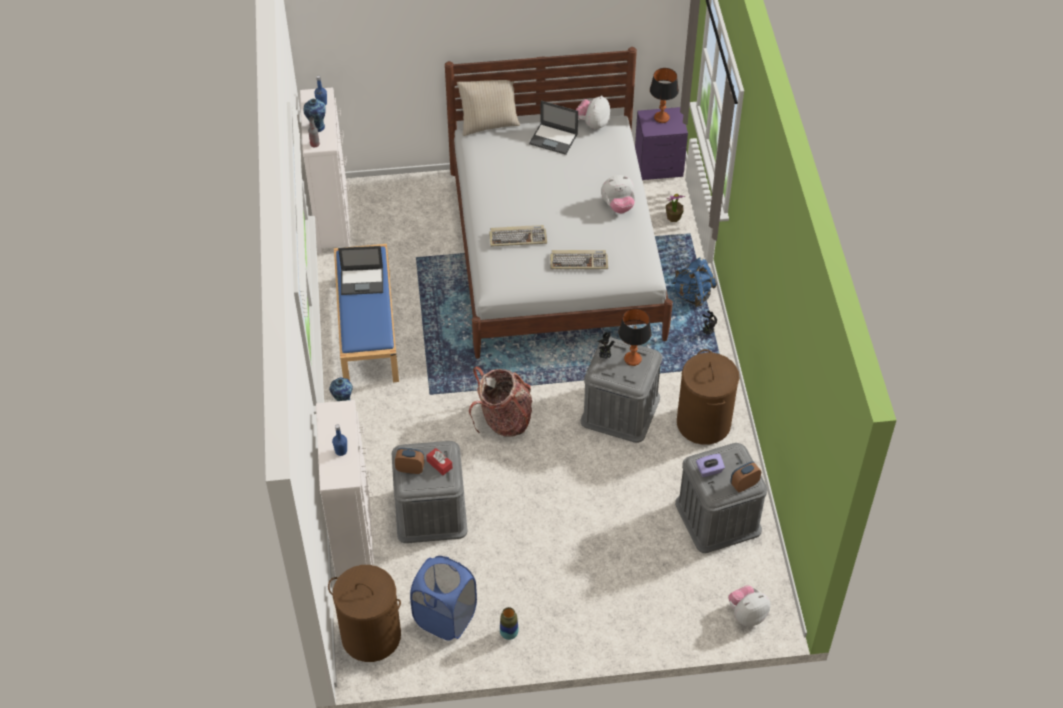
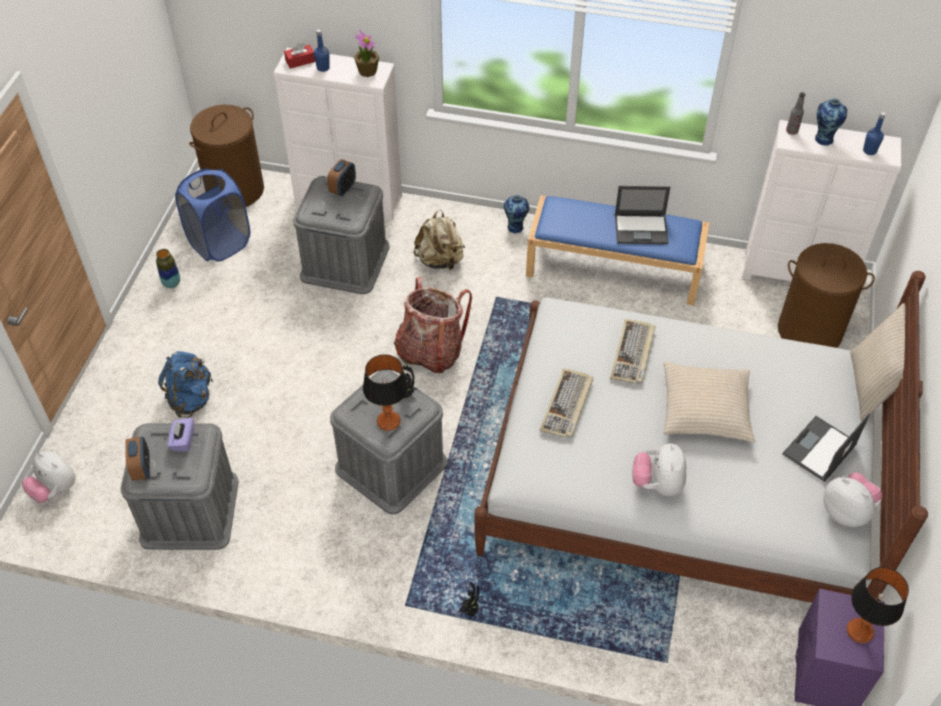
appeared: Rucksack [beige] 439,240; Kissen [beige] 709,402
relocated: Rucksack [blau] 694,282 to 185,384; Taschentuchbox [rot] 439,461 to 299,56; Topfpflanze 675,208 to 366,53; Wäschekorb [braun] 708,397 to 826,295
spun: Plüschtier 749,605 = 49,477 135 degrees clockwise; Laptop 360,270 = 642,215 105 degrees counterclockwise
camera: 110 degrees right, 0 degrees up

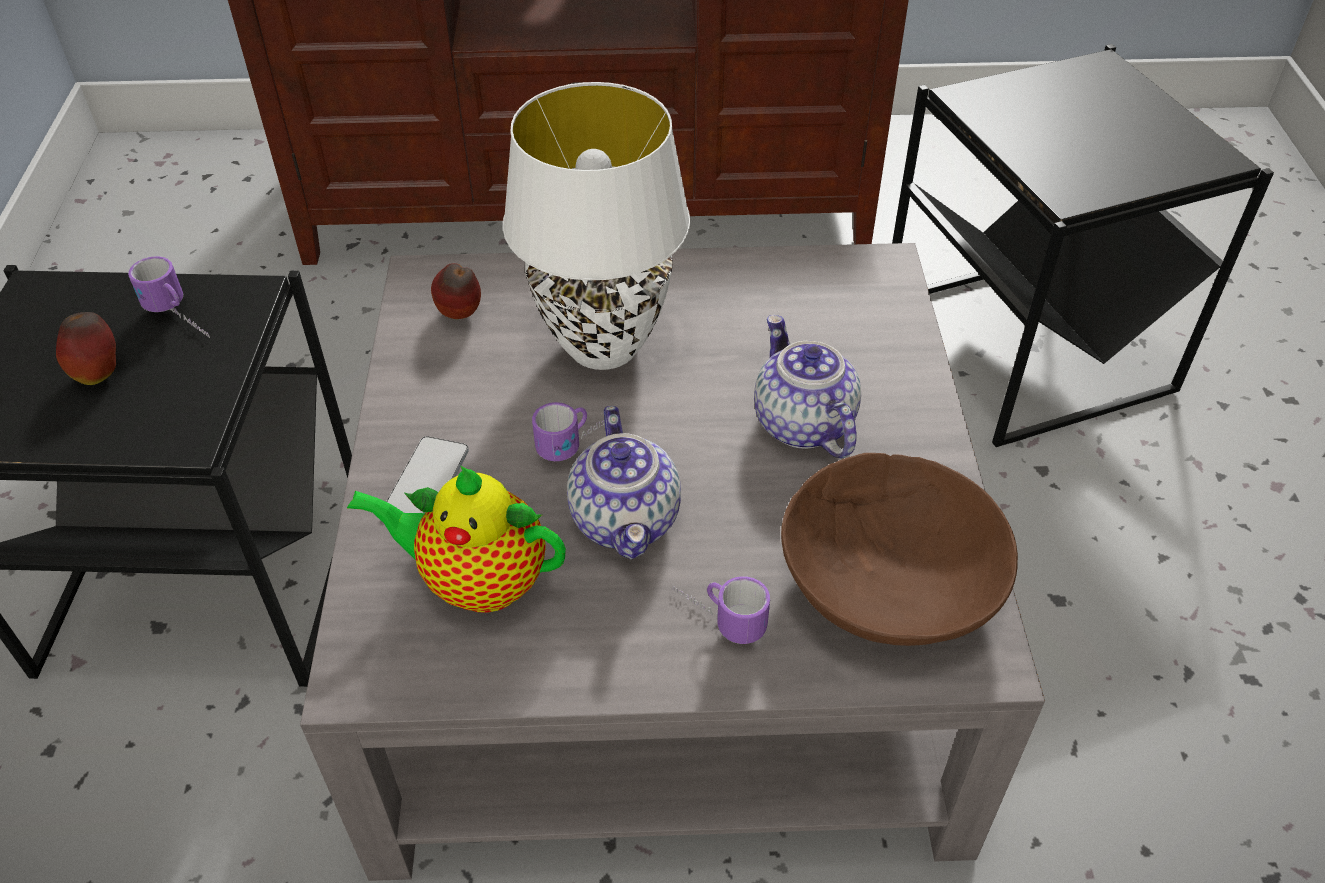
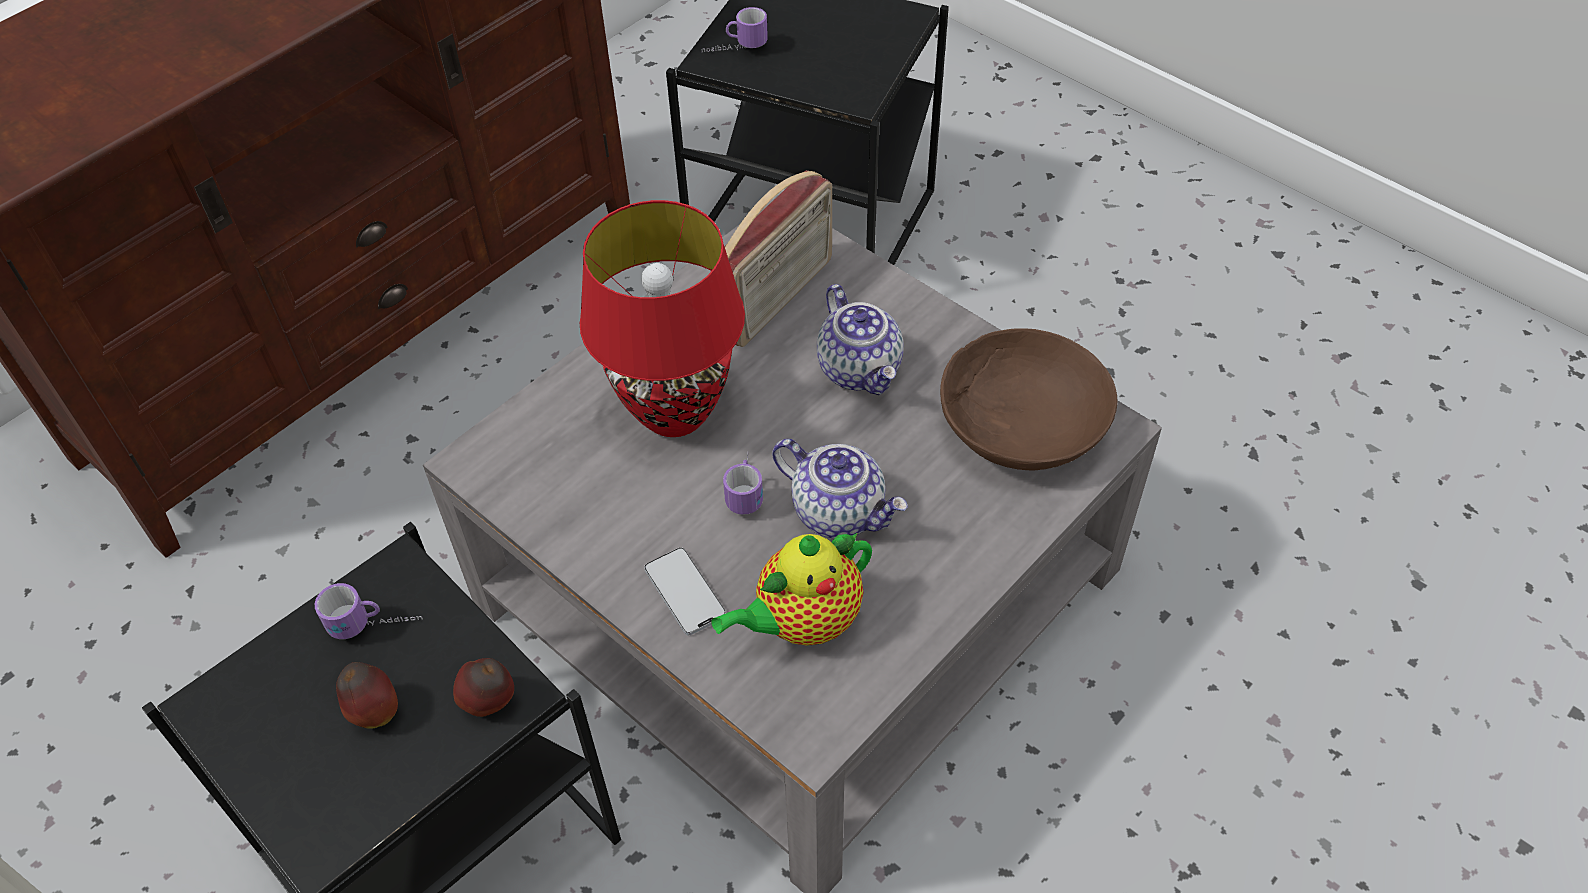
appeared: Radio 778,258
relocated: Apfel 456,291 to 483,687; Henkelbecher 721,610 to 735,29
colour: Tischlampe [weiß] 596,226 to Tischlampe [rot] 662,318
spun: Teekanne 807,386 = 860,339 135 degrees counterclockwise
camera: 45 degrees left, 5 degrees up

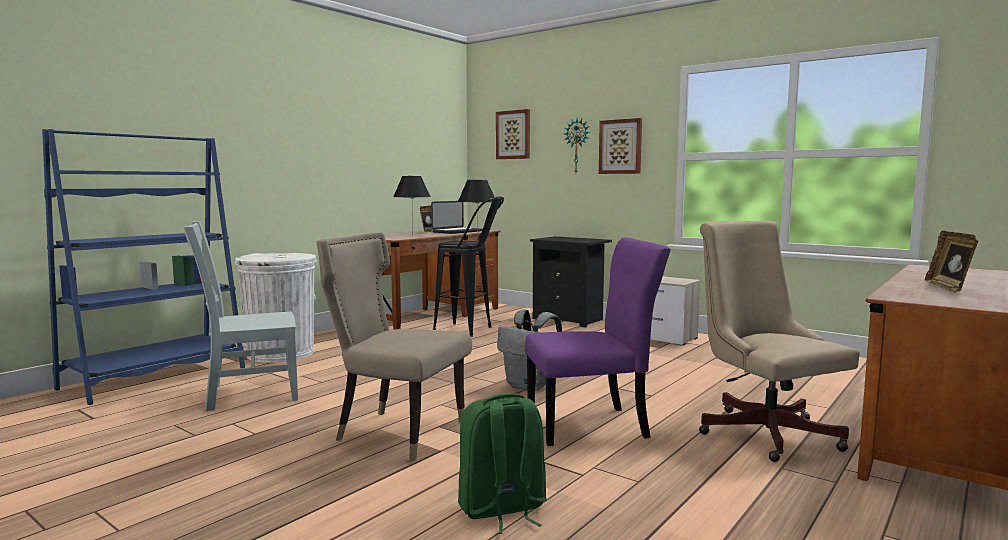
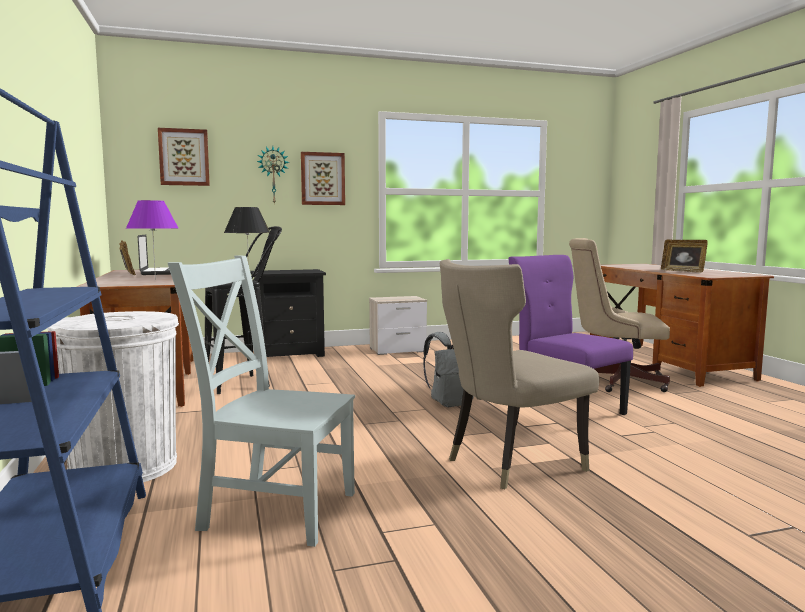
missing: Rucksack [grün] 502,463
colour: Tischlampe [schwarz] 412,205 to Tischlampe [lila] 152,240
spun: Stuhl [grau] 241,316 = 261,401 90 degrees clockwise; Stuhl [lila] 598,341 = 570,335 60 degrees counterclockwise
camera: 55 degrees left, 0 degrees up

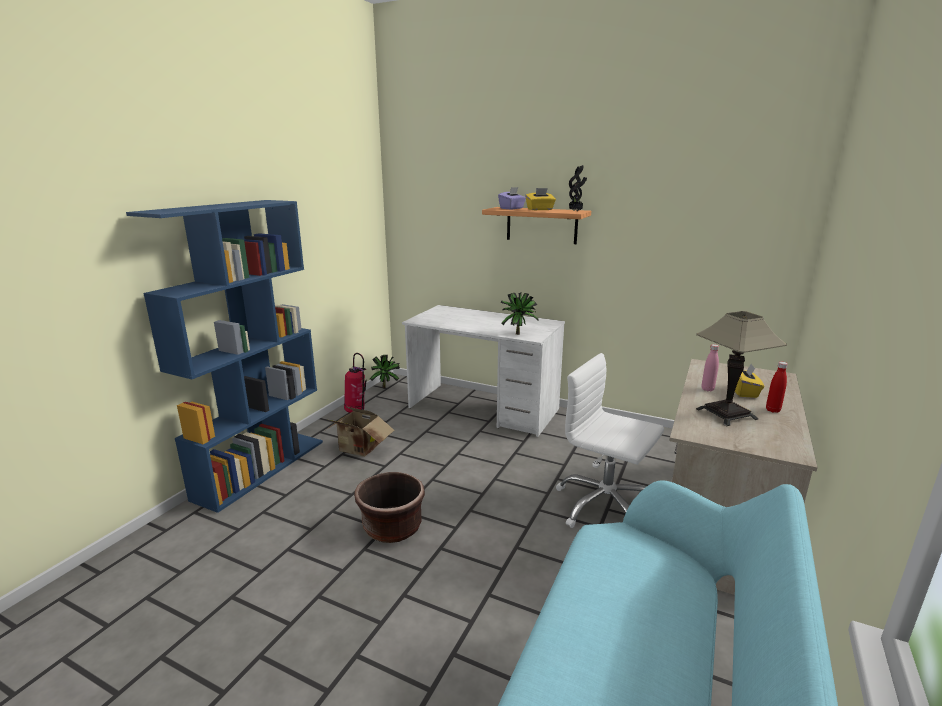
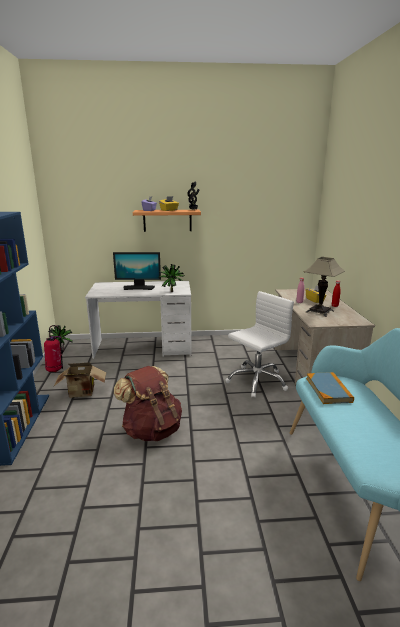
appeared: Monitor 137,271; Buch 330,388
exchanged: Pflanzkübel [braun] 389,507 to Rucksack [braun] 148,403
spun: Bürostuhl [weiß] 610,440 = 259,344 135 degrees clockwise
camera: 30 degrees left, 0 degrees up

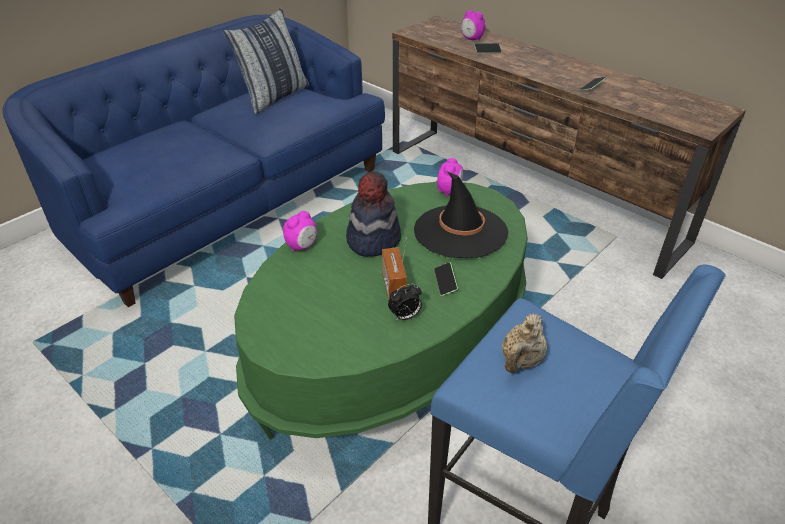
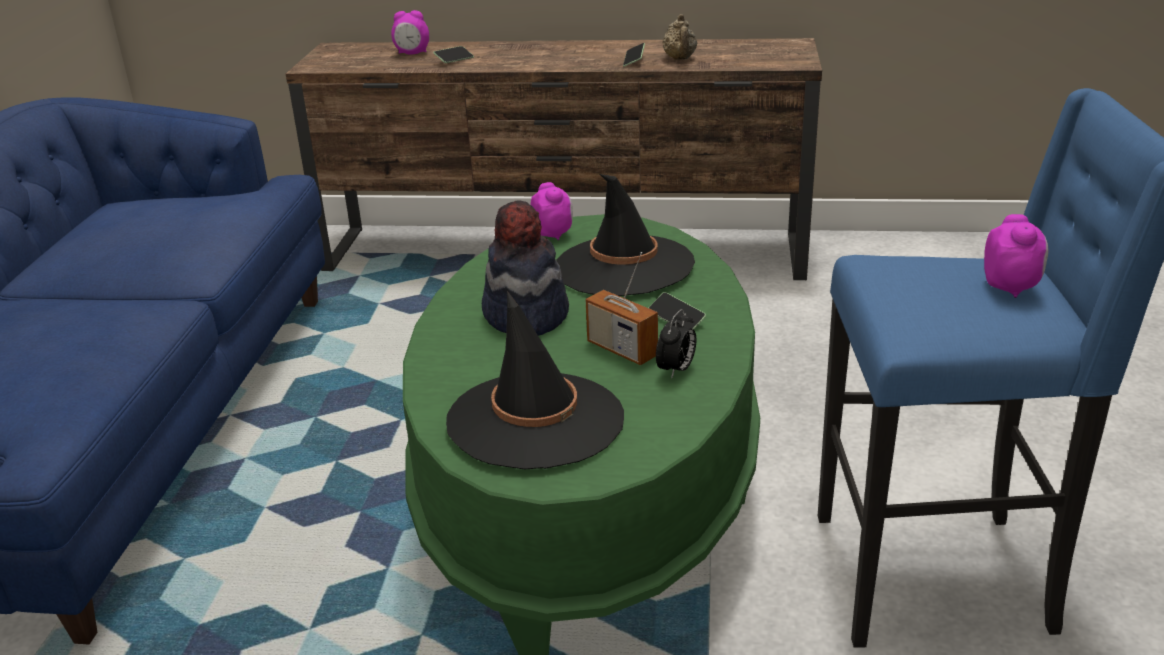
missing: Kissen 266,61
appeared: Hut [schwarz] 535,380
relocated: Teekanne [beige] 524,343 to 679,37; Wecker 300,231 to 1016,256
camera: 35 degrees left, 10 degrees down

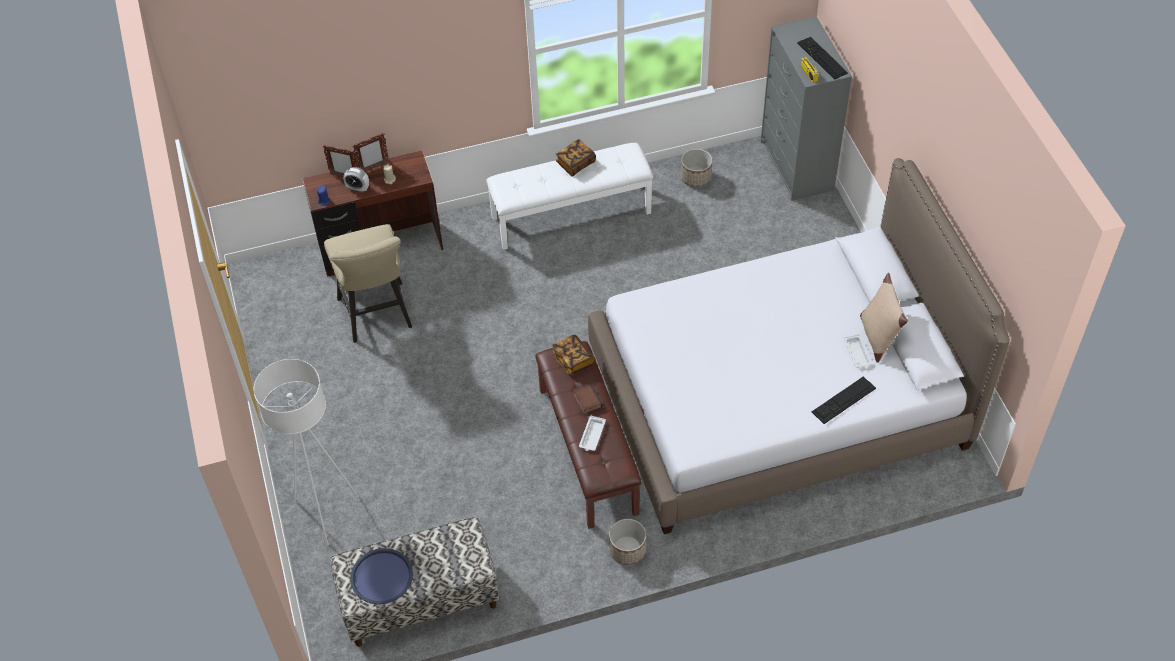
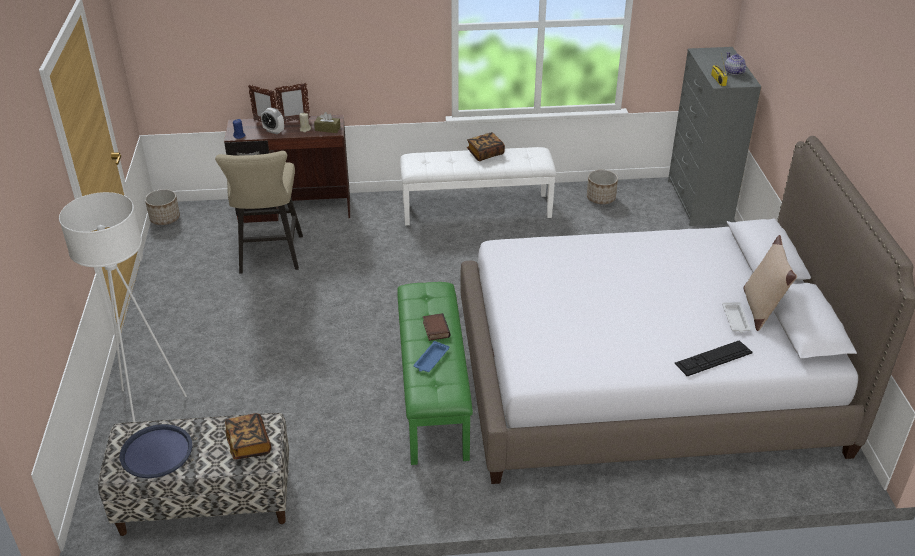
appeared: Taschentuchbox [braun] 327,122
relocated: Pflanzkübel 627,542 to 162,207; Buch 573,355 to 248,436
exchanged: Tastatur 822,58 to Teekanne 735,63
colour: Bank [braun] 588,435 to Bank [grün] 435,373; Tablett [weiß] 592,433 to Tablett [blau] 431,356
camera: 10 degrees right, 15 degrees down

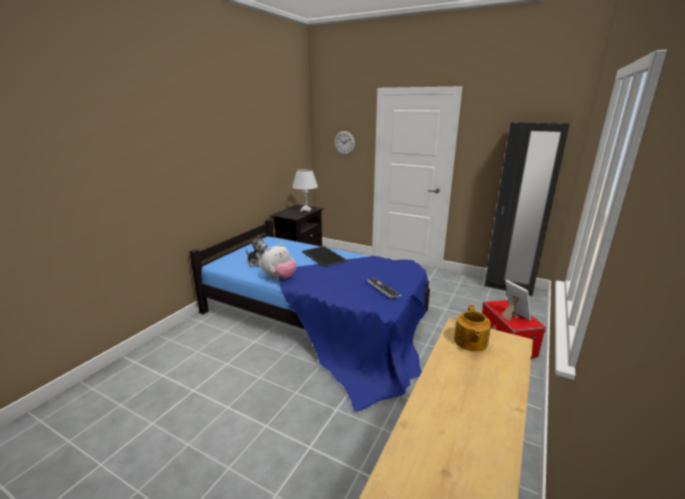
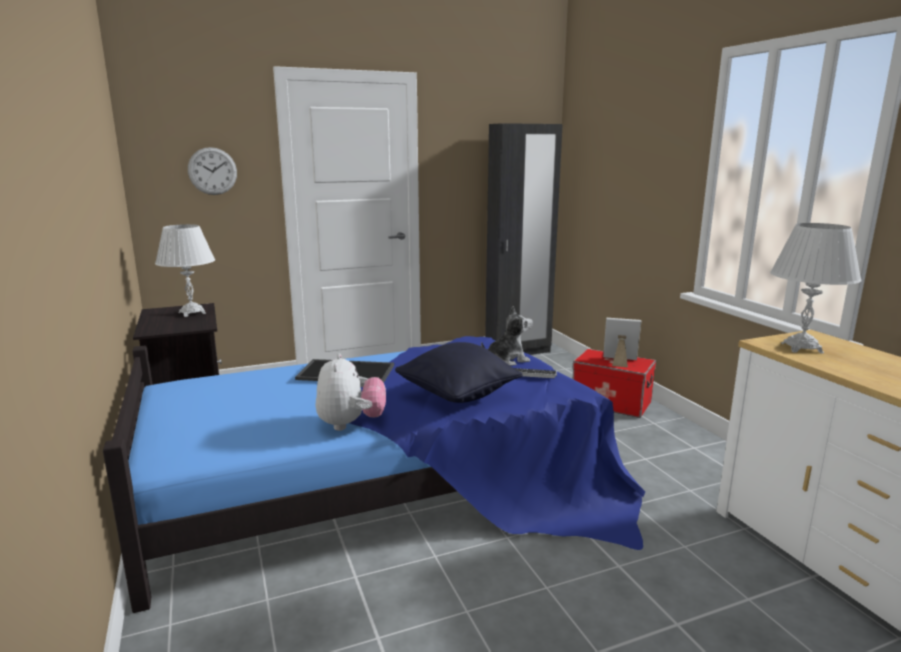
appeared: Kissen [schwarz] 459,372
relocated: Plüschtier 256,251 to 507,336
exchanged: Teekanne 472,328 to Tischlampe [weiß] 815,288
camera: 50 degrees left, 5 degrees down

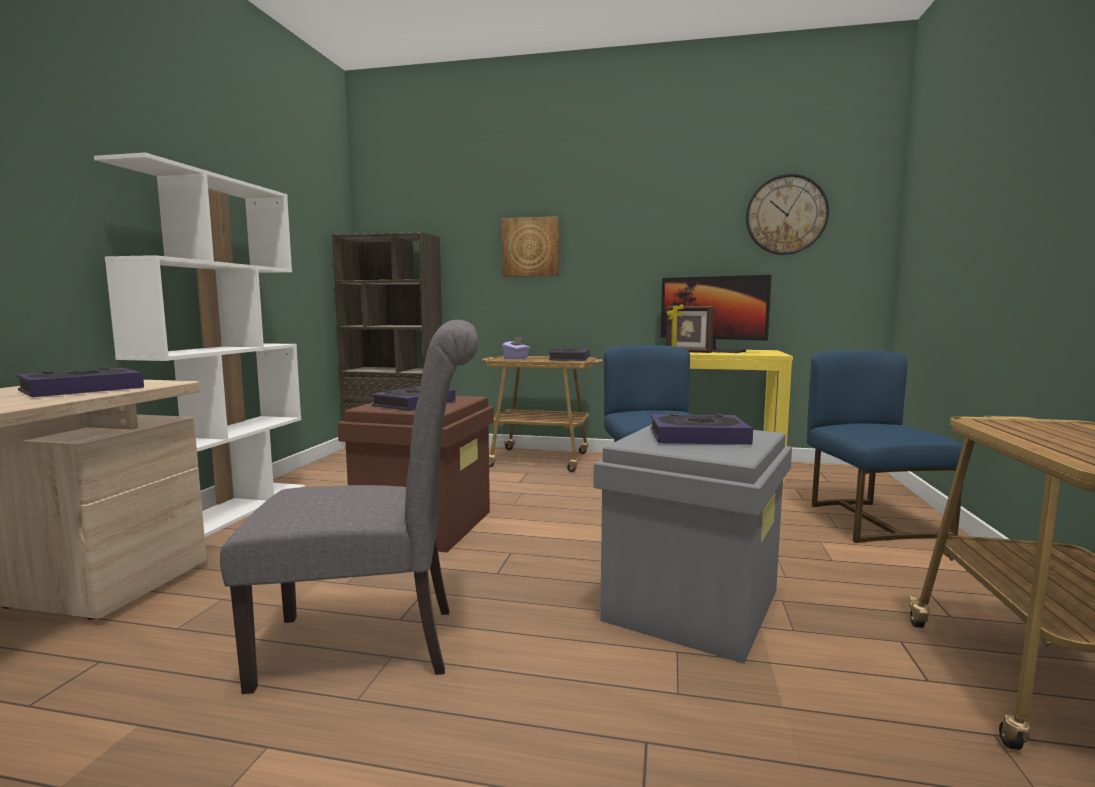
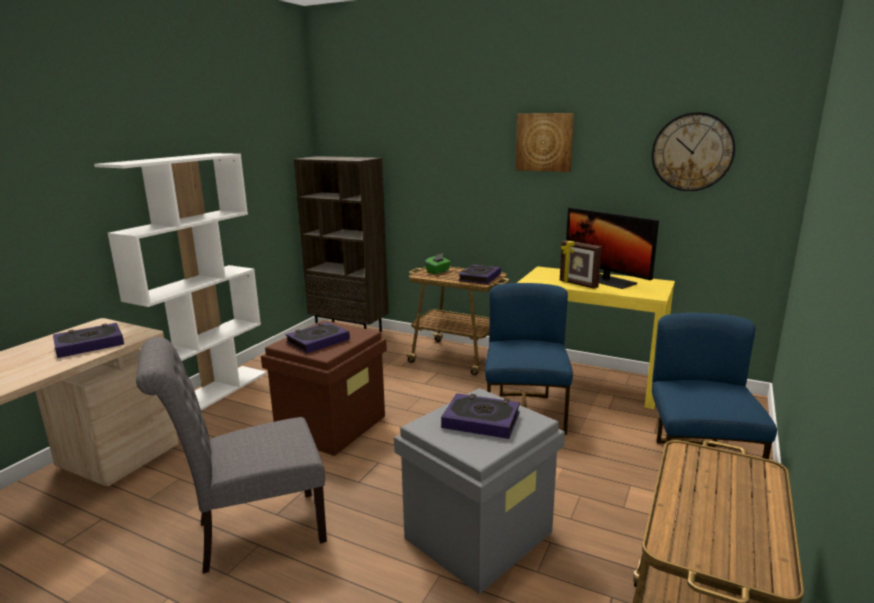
relocated: Bild 530,246 to 545,142
colour: Taschentuchbox [lila] 516,348 to Taschentuchbox [grün] 438,263
spun: Stuhl [grau] 349,507 = 231,455 150 degrees clockwise
camera: 15 degrees right, 10 degrees up

